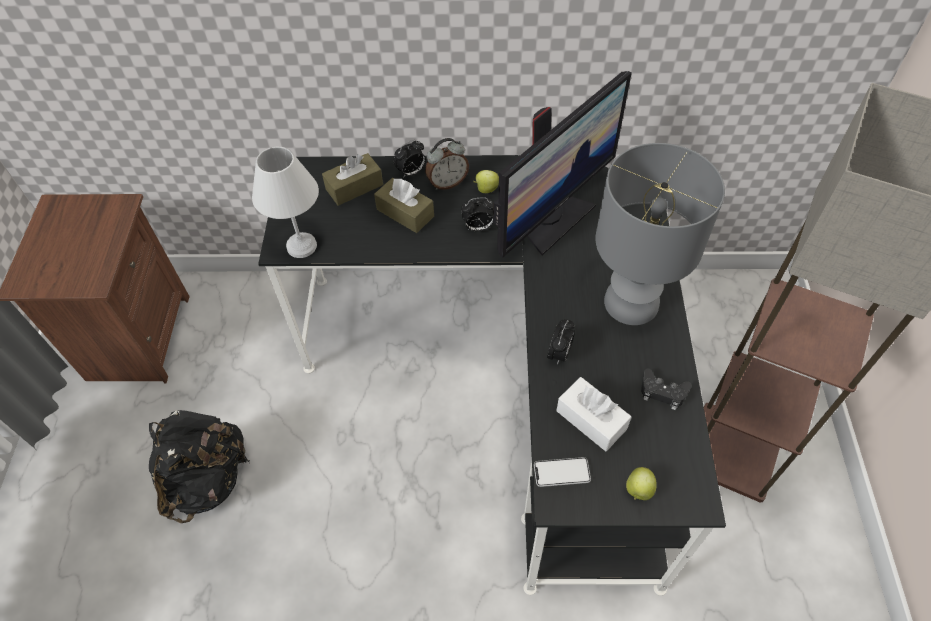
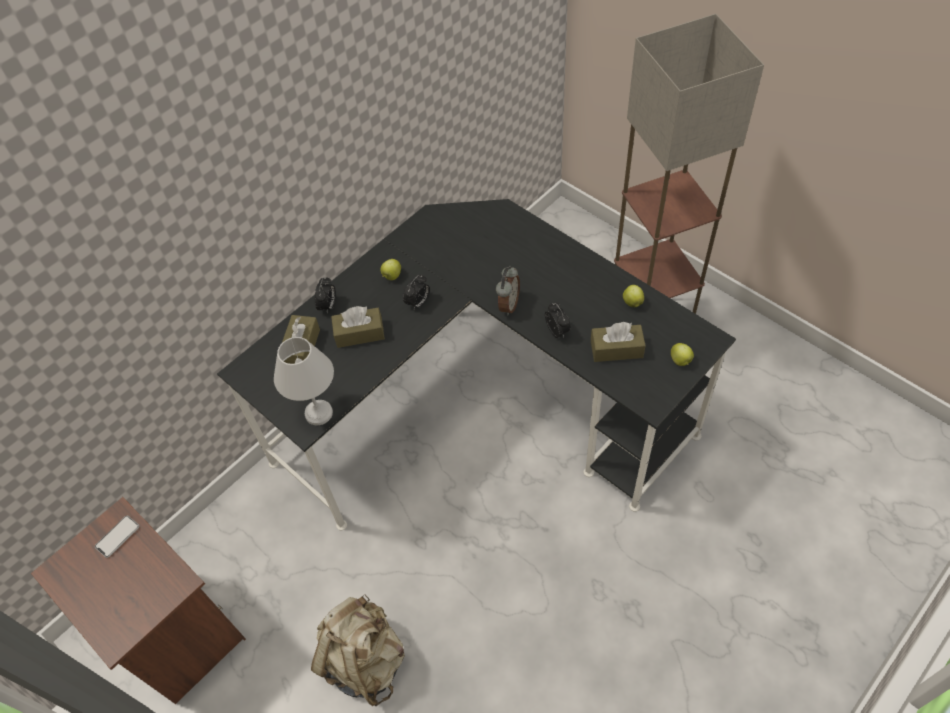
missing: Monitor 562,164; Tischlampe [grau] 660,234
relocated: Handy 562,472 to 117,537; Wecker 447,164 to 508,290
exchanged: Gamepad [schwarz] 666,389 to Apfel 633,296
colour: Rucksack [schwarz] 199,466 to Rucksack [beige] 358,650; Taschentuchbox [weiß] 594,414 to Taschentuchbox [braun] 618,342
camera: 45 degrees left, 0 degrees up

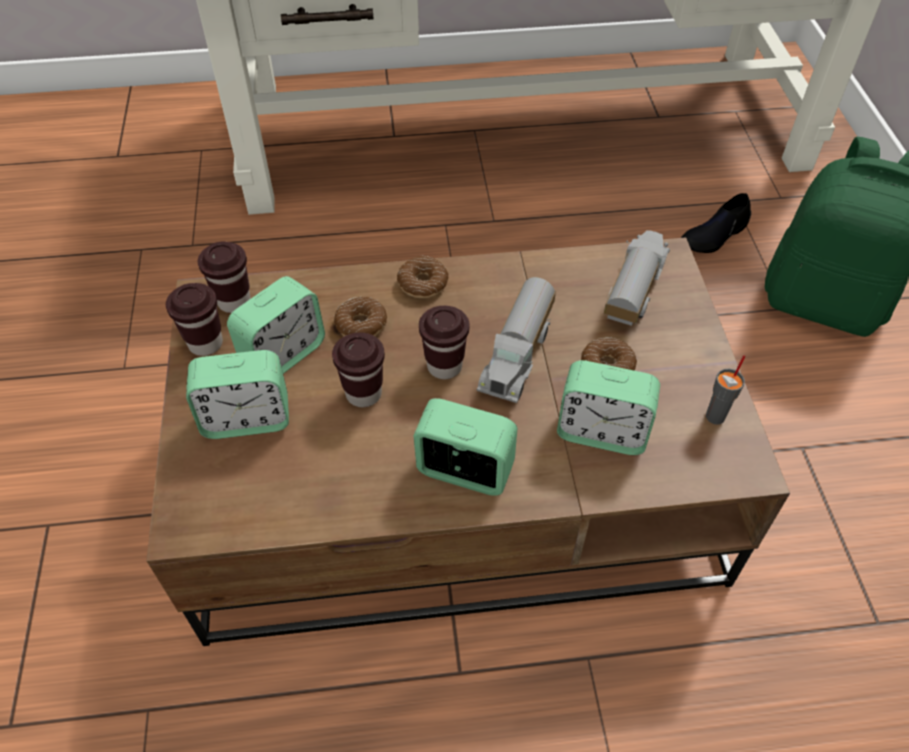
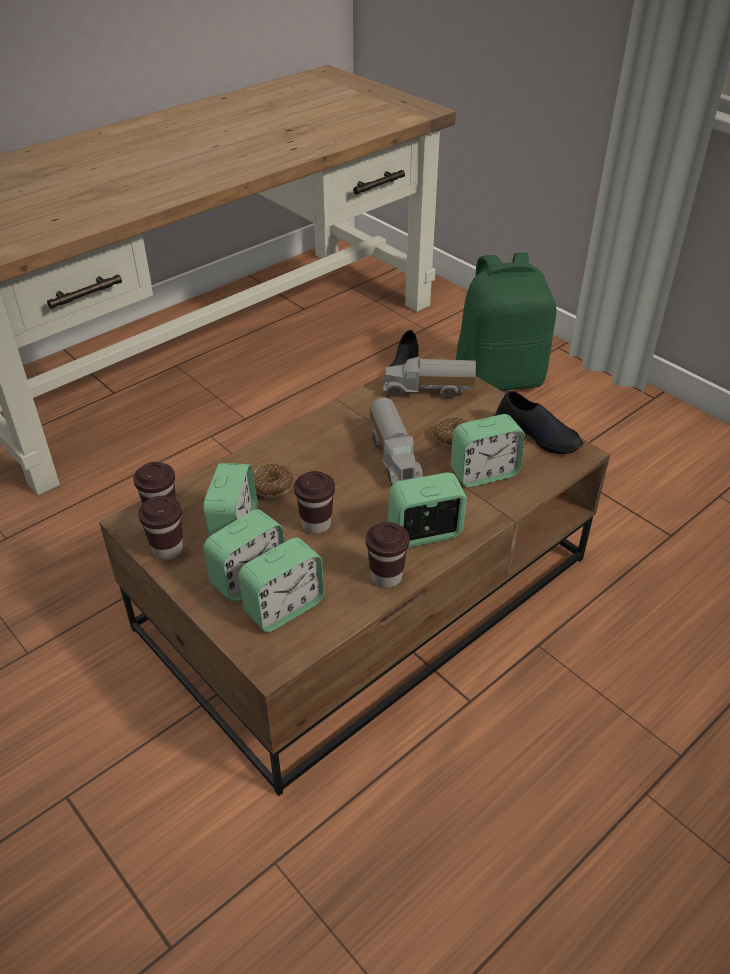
missing: Donut 422,277
appeared: Wecker 281,584
relocated: Tasse [braun] 444,342 to 388,555
exchanged: Tasse [grau] 726,390 to Schuh [schwarz] 539,422
spun: Spielzeuglaster 637,278 = 429,378 75 degrees counterclockwise
camera: 35 degrees left, 10 degrees down

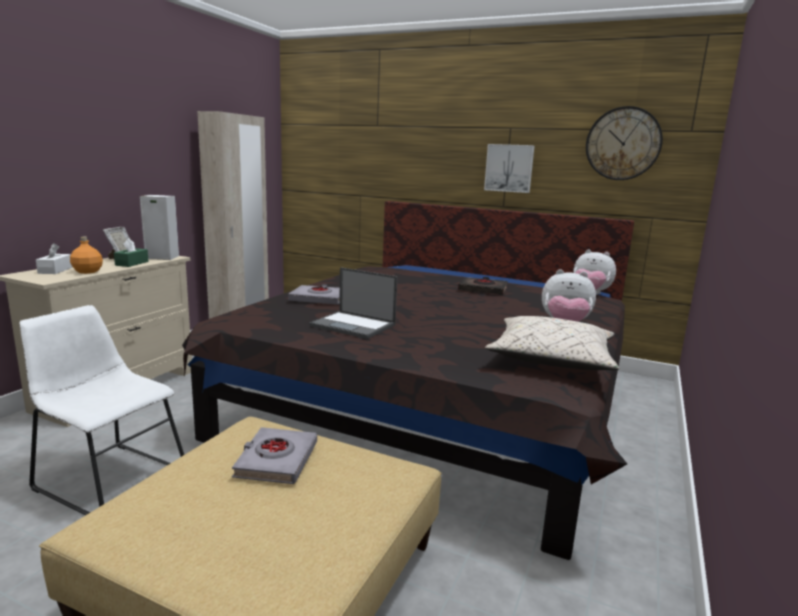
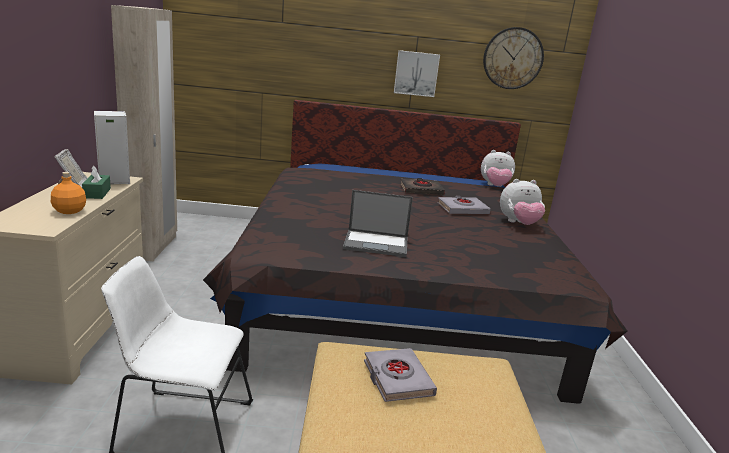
missing: Taschentuchbox [weiß] 54,258; Kissen [beige] 552,343
relocated: Buch [grau] 314,294 to 464,205
camera: 25 degrees left, 5 degrees up

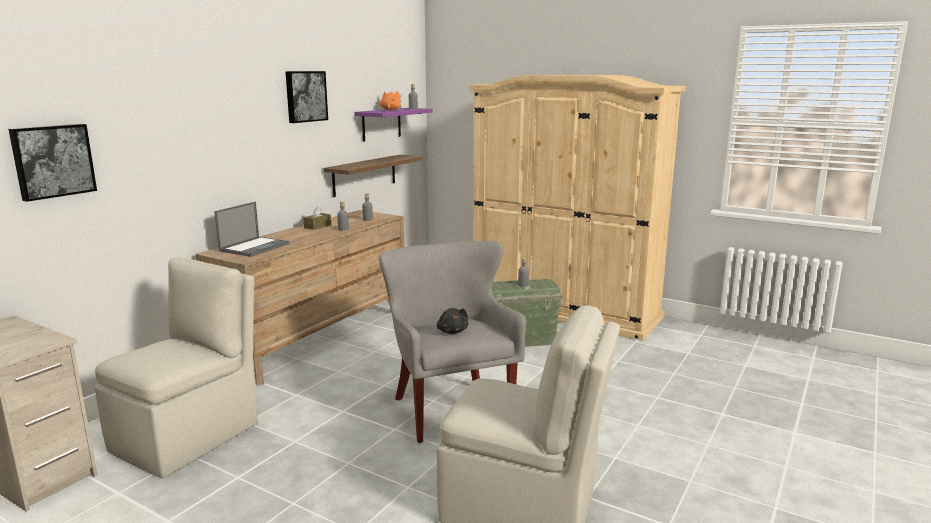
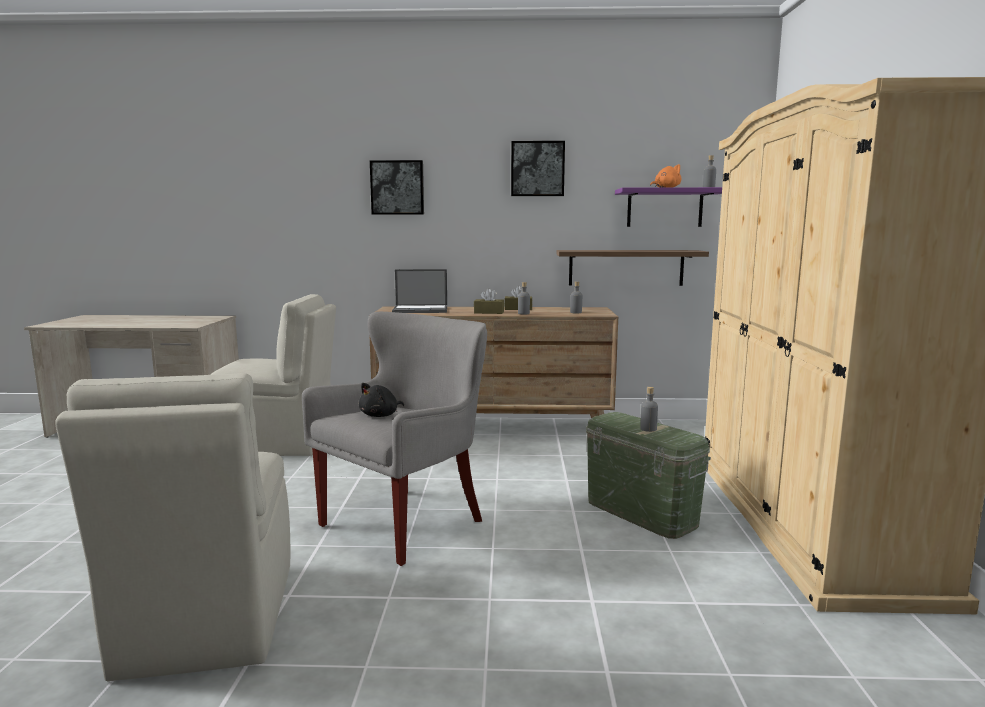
appeared: Taschentuchbox [braun] 489,301
relocated: Bild 53,163 to 397,187
camera: 60 degrees right, 5 degrees down

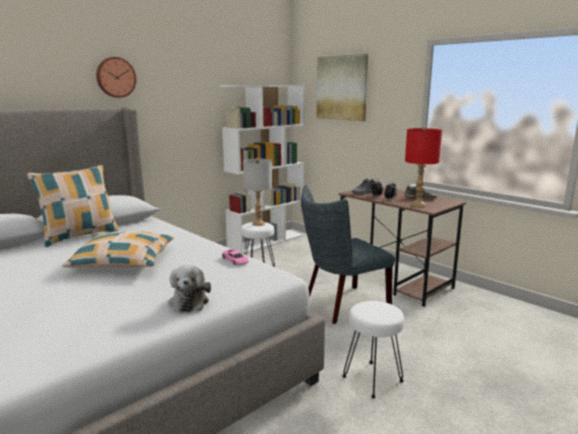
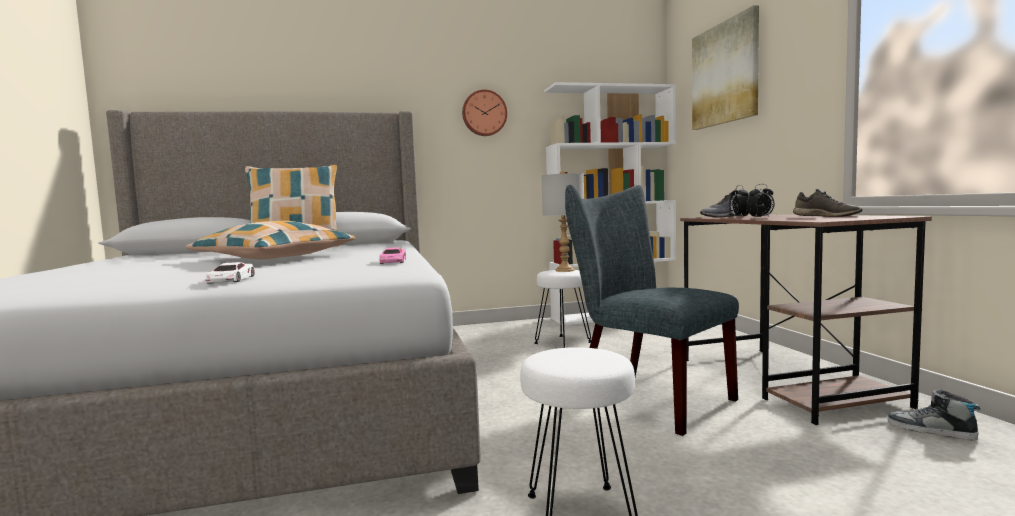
missing: Tischlampe [rot] 423,167
appeared: Schuh 934,415
relocated: Wanduhr 116,77 to 484,112
exchanged: Plüschtier 189,288 to Spielzeugauto [weiß] 230,273
spun: Stuhl [grau] 348,254 = 652,310 45 degrees clockwise
camera: 30 degrees right, 10 degrees down

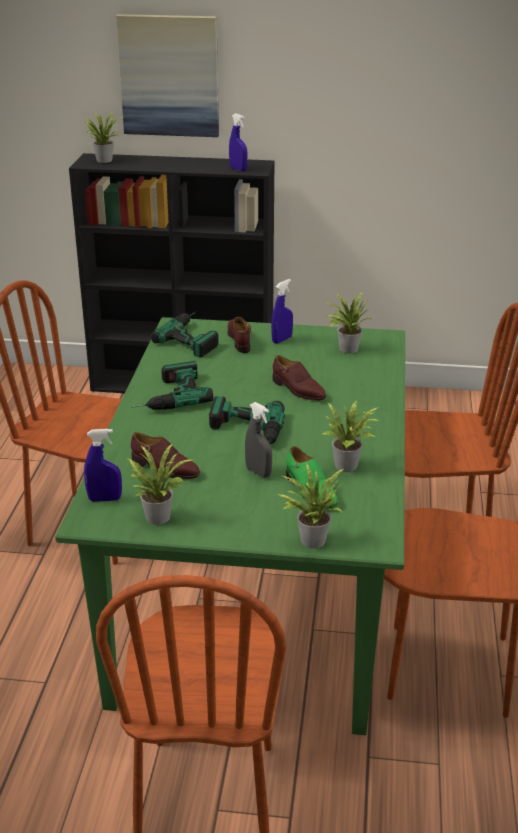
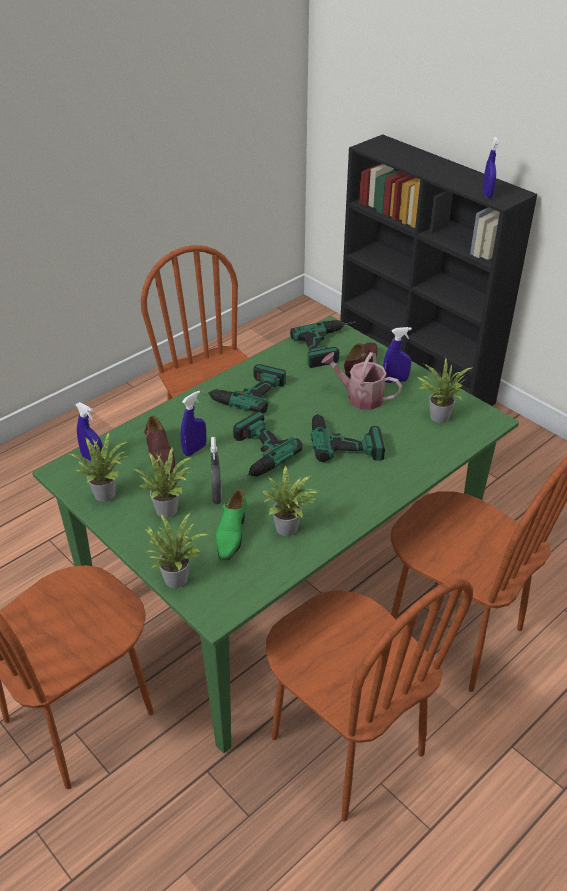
missing: Bild 167,75
appeared: Sprühflasche [blau] 193,423; Gießkanne 361,381
relocated: Topfpflanze 103,137 to 162,482
exchanged: Schuh [braun] 299,378 to Bohrmaschine 348,435
camera: 40 degrees right, 10 degrees up

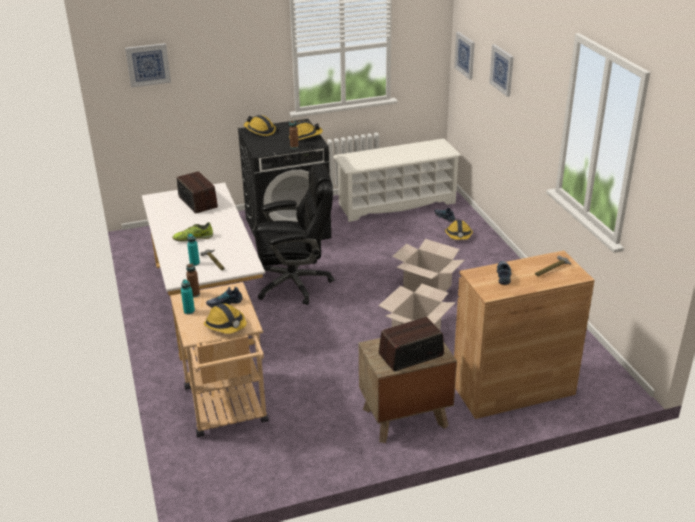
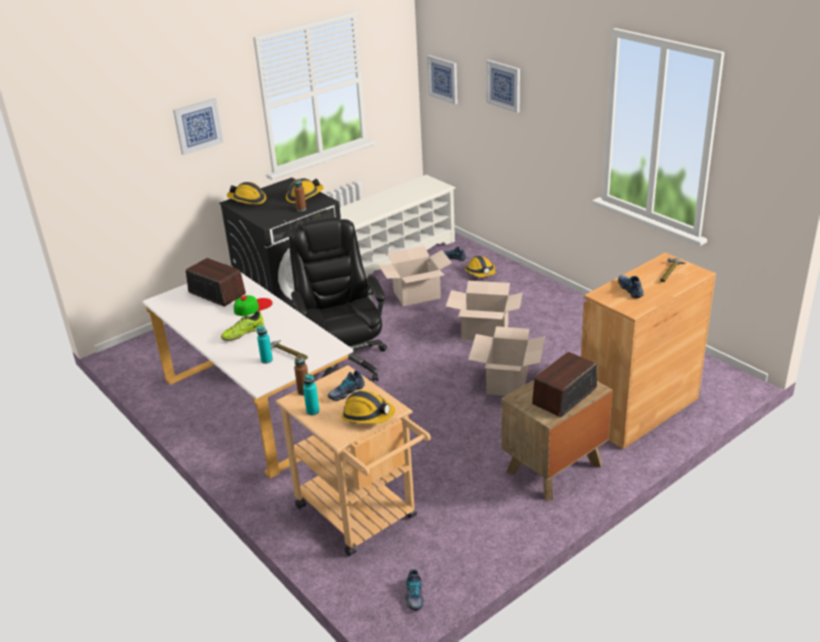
appeared: Kappe 253,305; Karton 415,276; Schuh 414,590
relocated: Bild 148,65 to 198,126
spun: Bürostuhl [schwarz] 295,234 = 338,299 75 degrees counterclockwise
camera: 20 degrees left, 0 degrees up

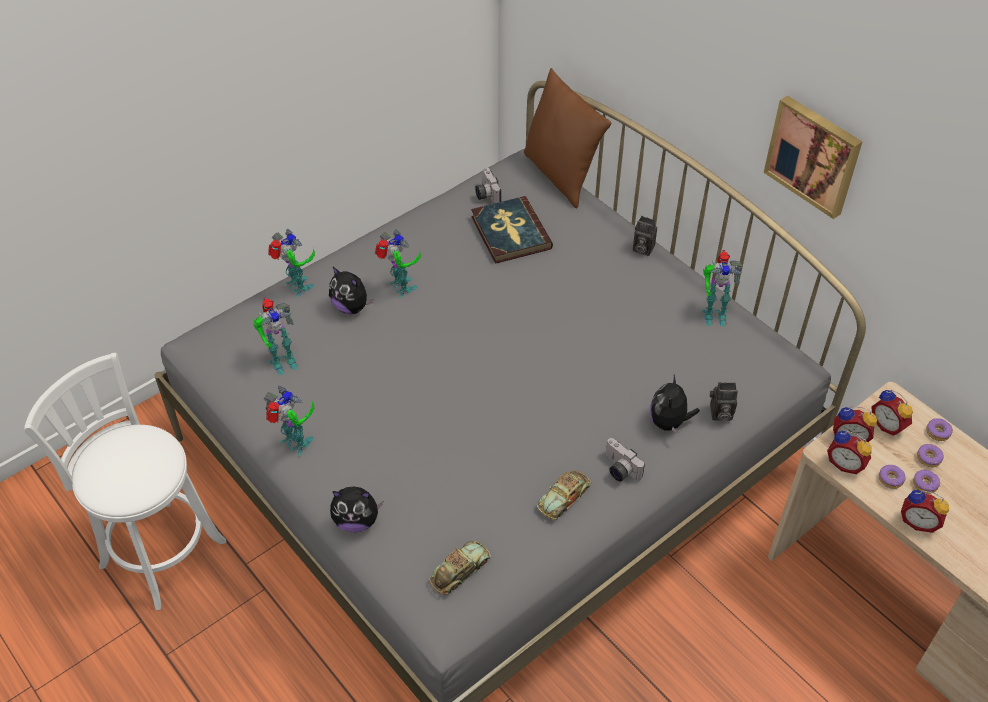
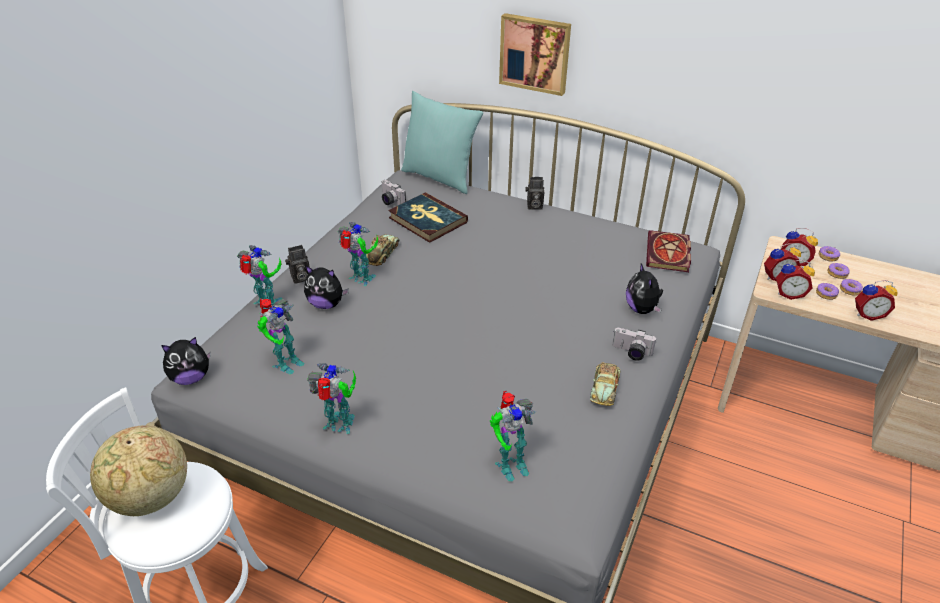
appeared: Globus 138,470; Buch 668,251
relocated: Plüschtier 356,509 to 186,361; Kamera 724,401 to 297,264; Spielzeugauto 460,567 to 383,250; Spielzeugroboter 722,288 to 513,436; Bild 813,157 to 535,54
colour: Kissen [braun] 567,138 to Kissen [türkis] 442,142
camera: 25 degrees left, 10 degrees down

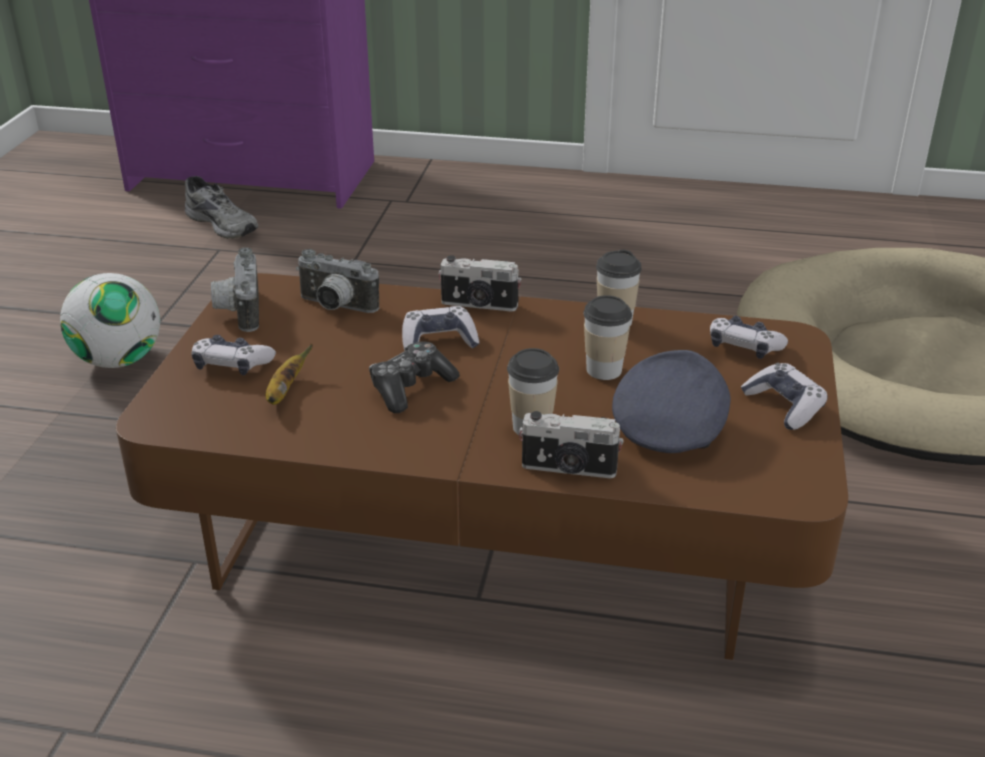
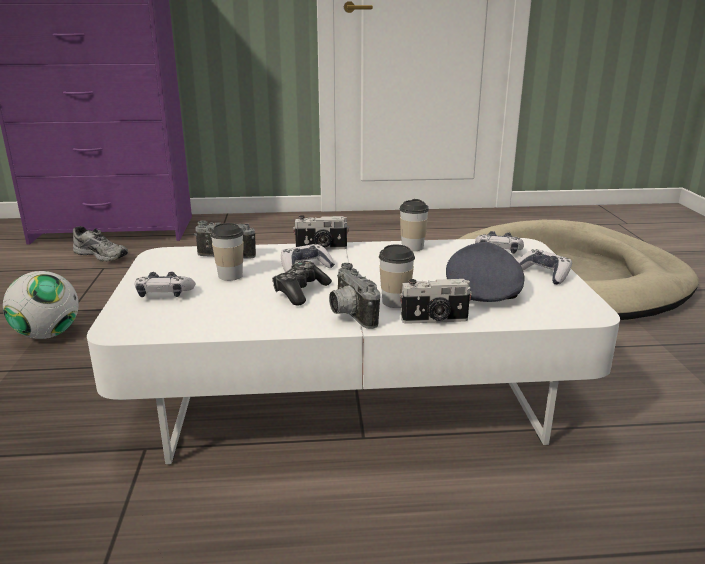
missing: Banane 289,374
relocated: Tasse 607,337 to 227,252; Kamera 235,289 to 354,296
colour: Couchtisch [braun] 482,466 to Couchtisch [weiß] 353,351
camera: 15 degrees left, 10 degrees down

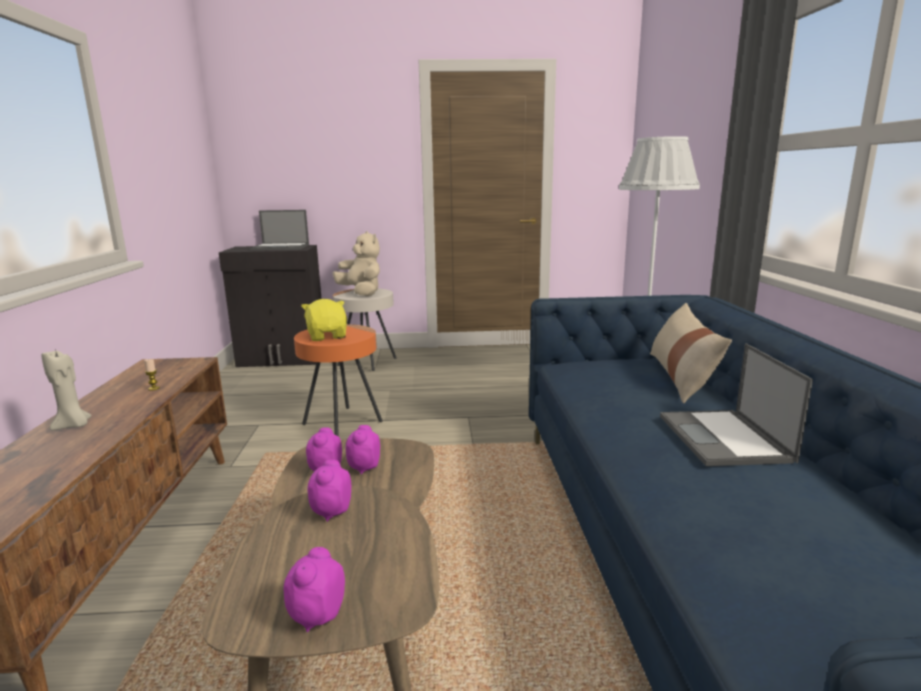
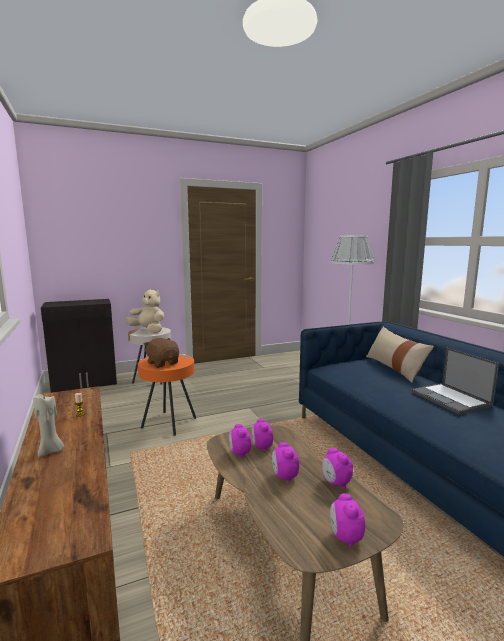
missing: Laptop 279,230
appeared: Wecker 337,468
colour: Plüschtier [gelb] 324,320 to Plüschtier [braun] 161,353
camera: 20 degrees left, 5 degrees down

